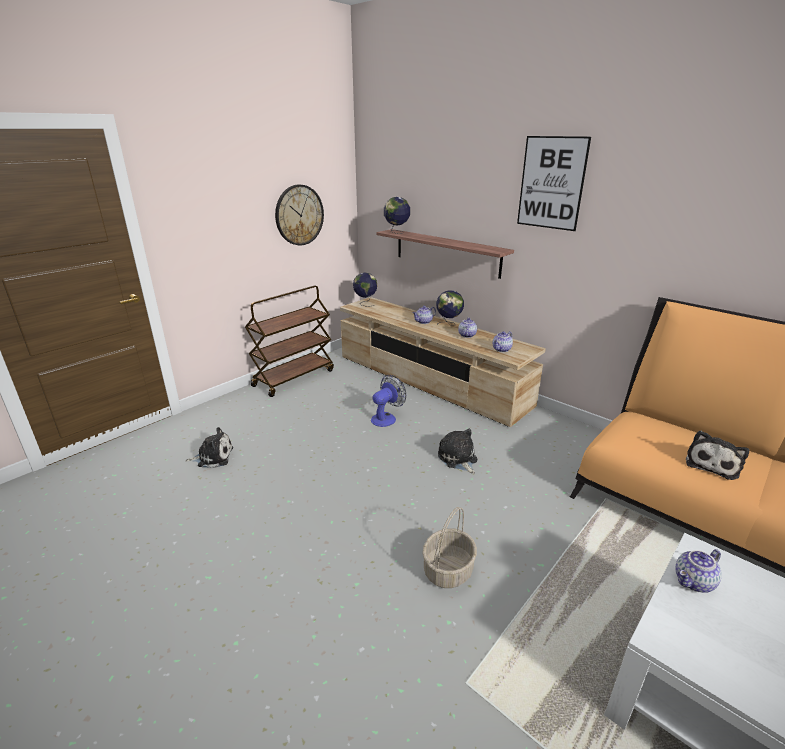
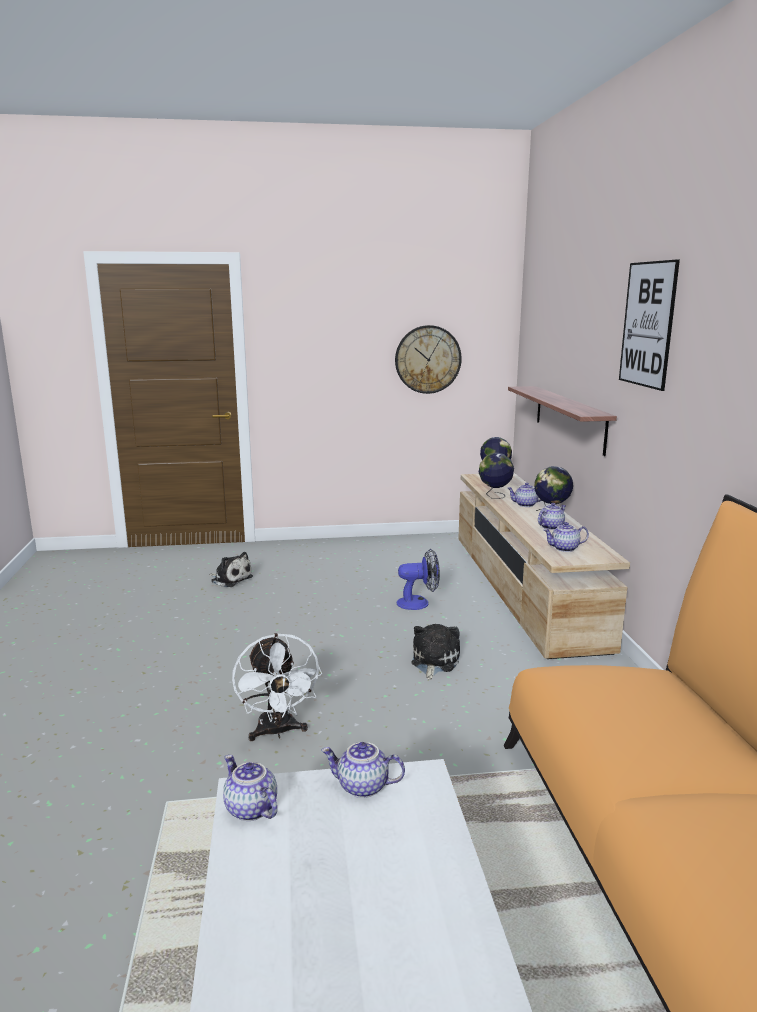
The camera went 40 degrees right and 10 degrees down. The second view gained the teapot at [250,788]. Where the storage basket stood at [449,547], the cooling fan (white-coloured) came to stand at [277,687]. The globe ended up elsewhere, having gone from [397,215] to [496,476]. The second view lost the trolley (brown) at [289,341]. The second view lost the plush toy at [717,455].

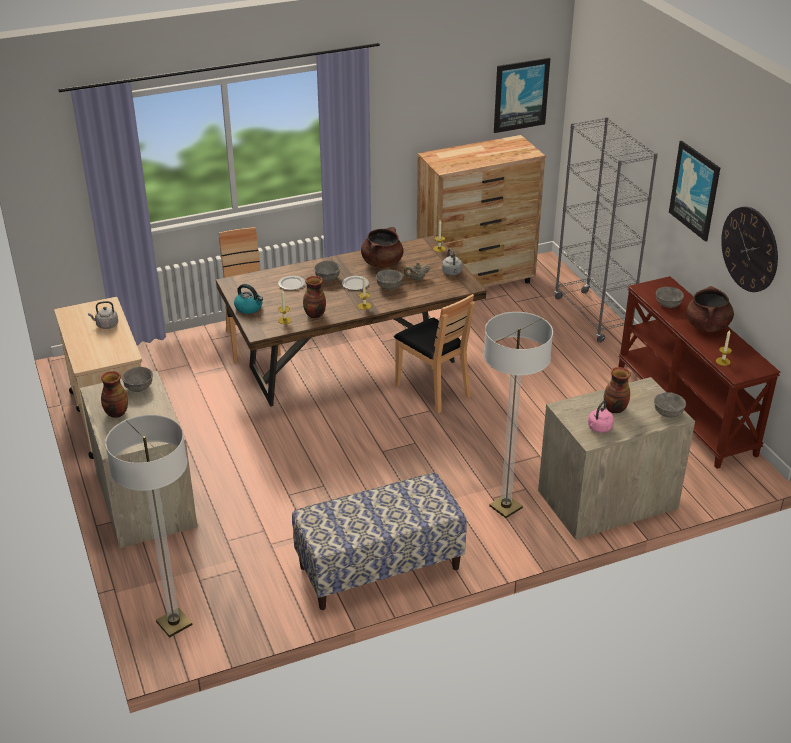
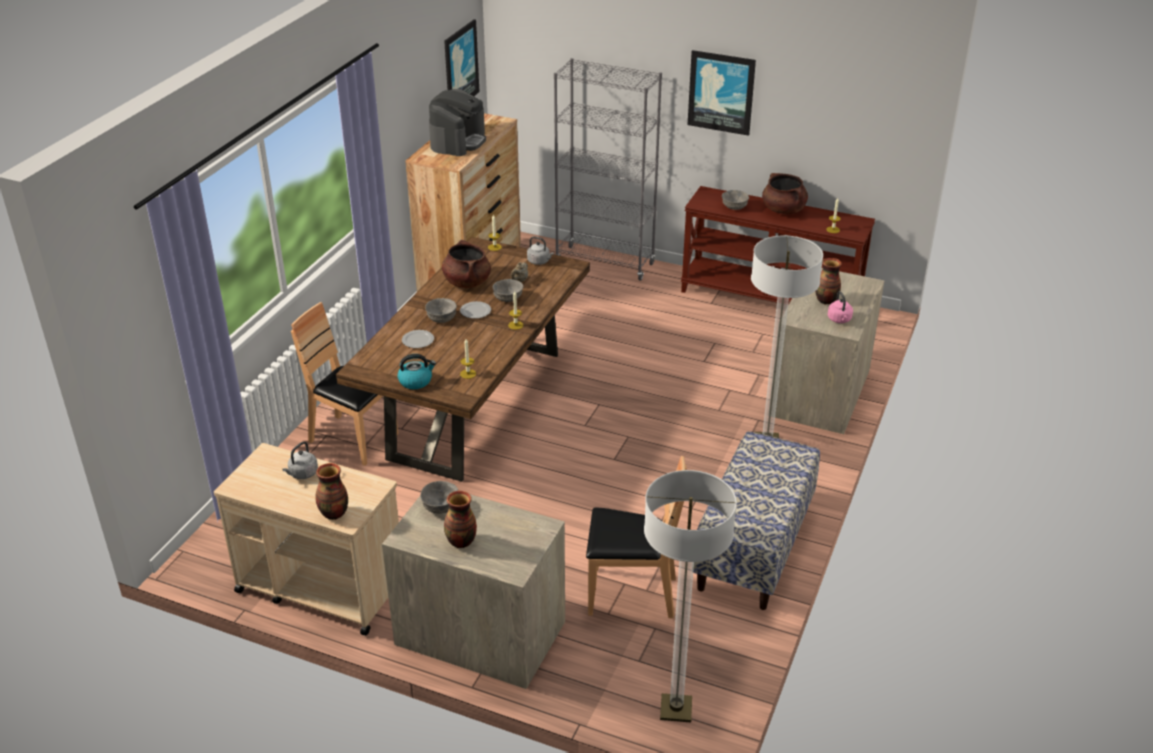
The camera went 45 degrees left and 0 degrees up. The vase ended up elsewhere, having gone from [314,297] to [331,491]. The second view gained the coffee machine at [457,122]. The plain chair (brown) ended up elsewhere, having gone from [434,353] to [636,537]. The second view lost the deep dish (gray) at [670,405]. The second view lost the hanging clock at [749,249].

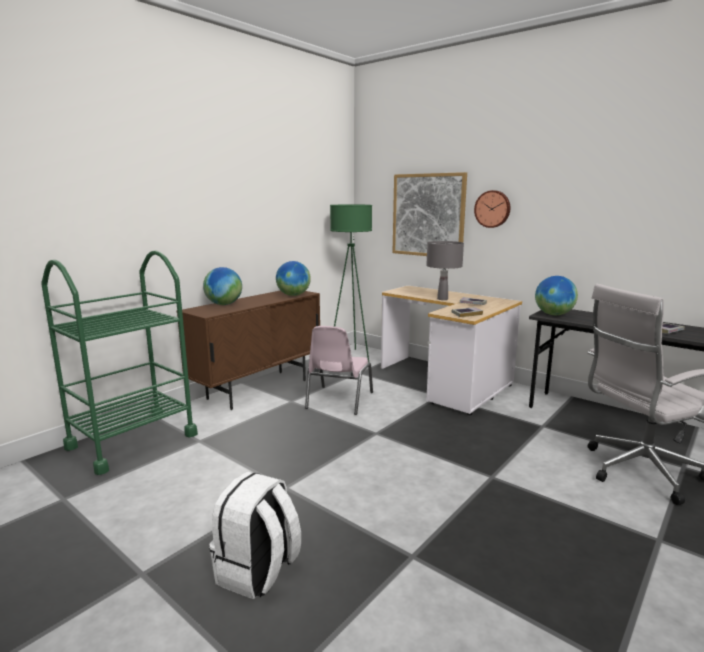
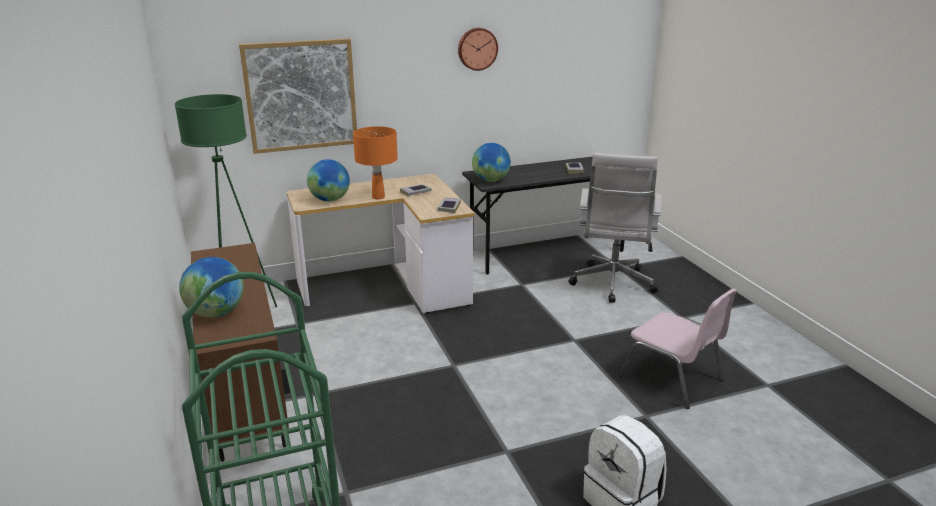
The camera went 60 degrees left and 10 degrees up. The globe ended up elsewhere, having gone from [293,278] to [328,180]. What was the lamp for a table (gray) at [445,270] turned into the lamp for a table (orangey) at [375,162]. The hanging clock ended up elsewhere, having gone from [492,209] to [478,49]. The plain chair (pink-coloured) ended up elsewhere, having gone from [339,370] to [678,348].

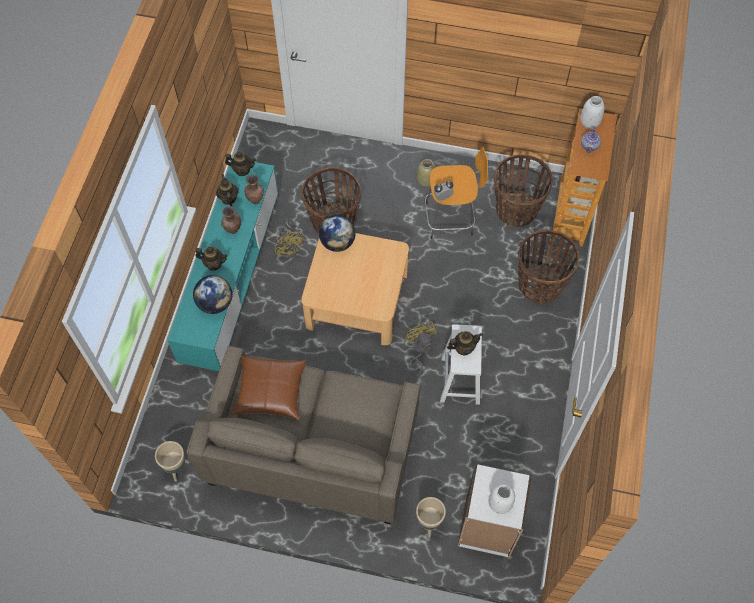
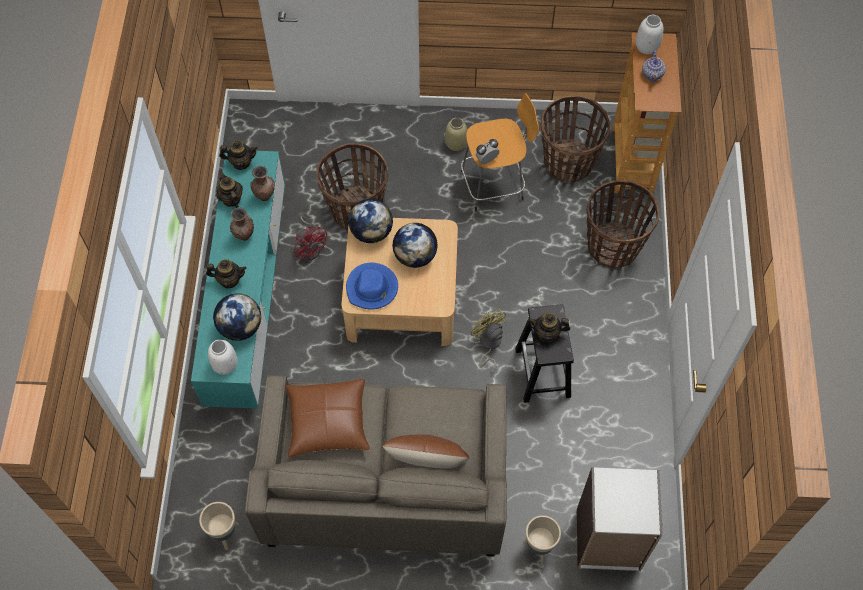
The camera went 10 degrees left and 0 degrees up. The vase (white-coloured) ended up elsewhere, having gone from [502,499] to [223,357]. What was the cooling fan (yellow) at [289,239] turned into the cooling fan (red) at [310,237]. The second view gained the clothing hat (bluish) at [372,286]. The second view gained the throw pillow (brown) at [425,451]. The second view gained the globe at [415,245]. What was the sitting stool (white-coloured) at [461,364] turned into the sitting stool (black-coloured) at [544,353]. The teapot at [465,343] ended up facing another way, 150 degrees counterclockwise from before.

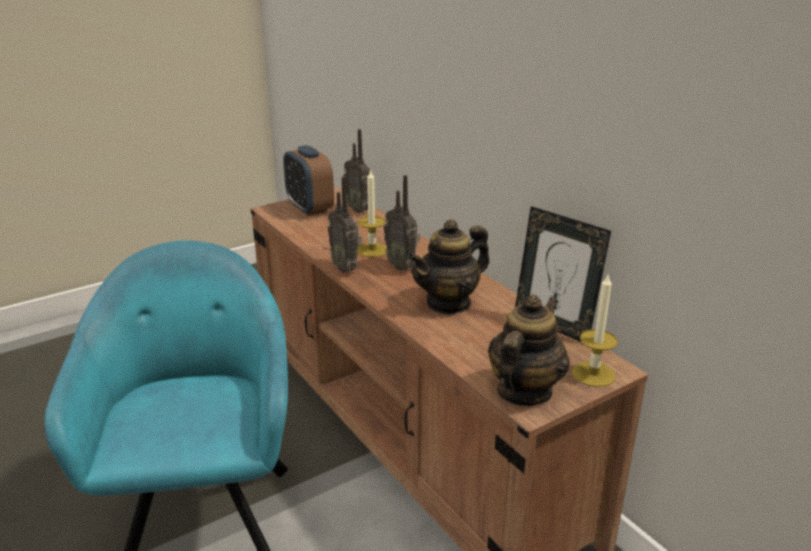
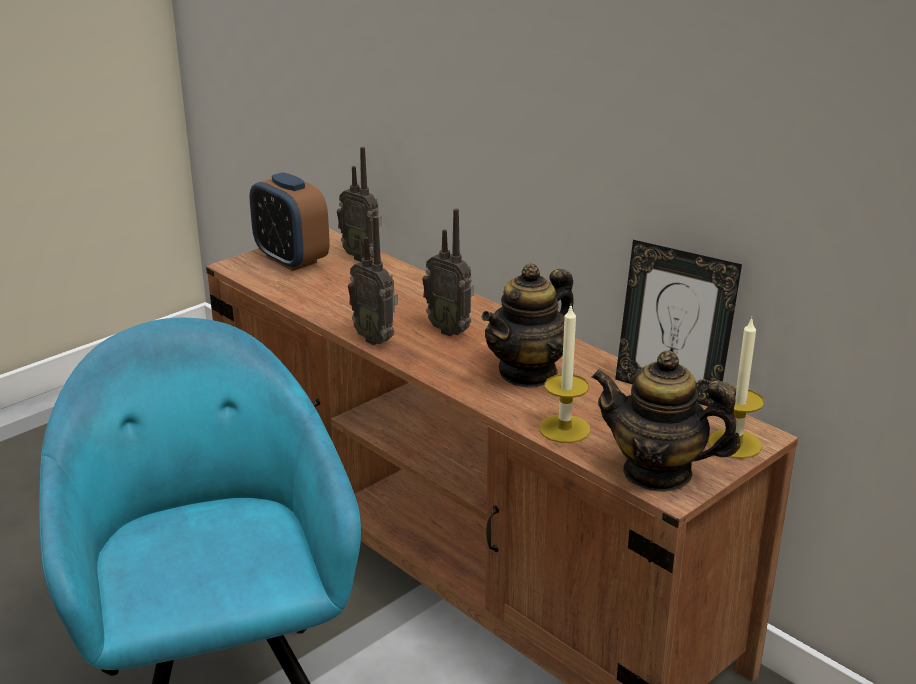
The camera went 10 degrees left and 0 degrees up. The candle ended up elsewhere, having gone from [372,213] to [564,374]. The teapot at [529,350] ended up facing another way, 90 degrees counterclockwise from before.

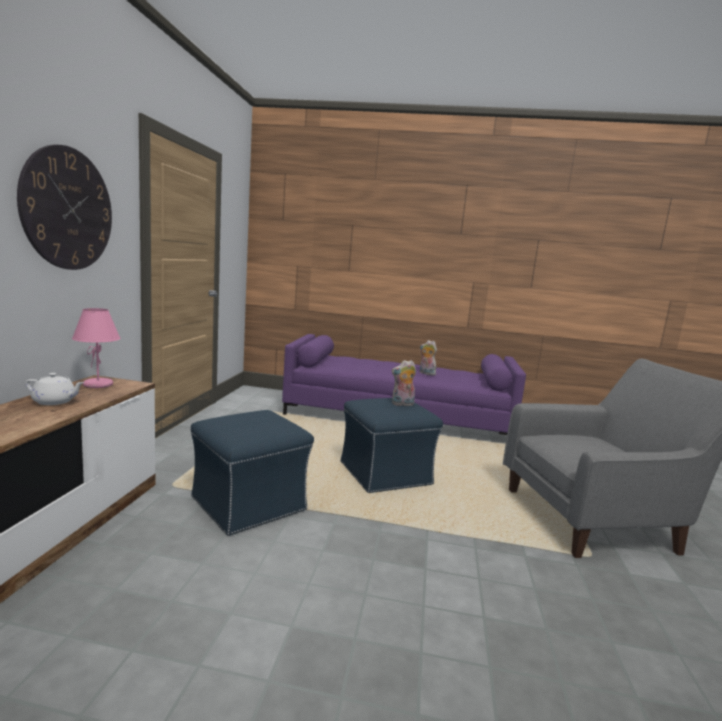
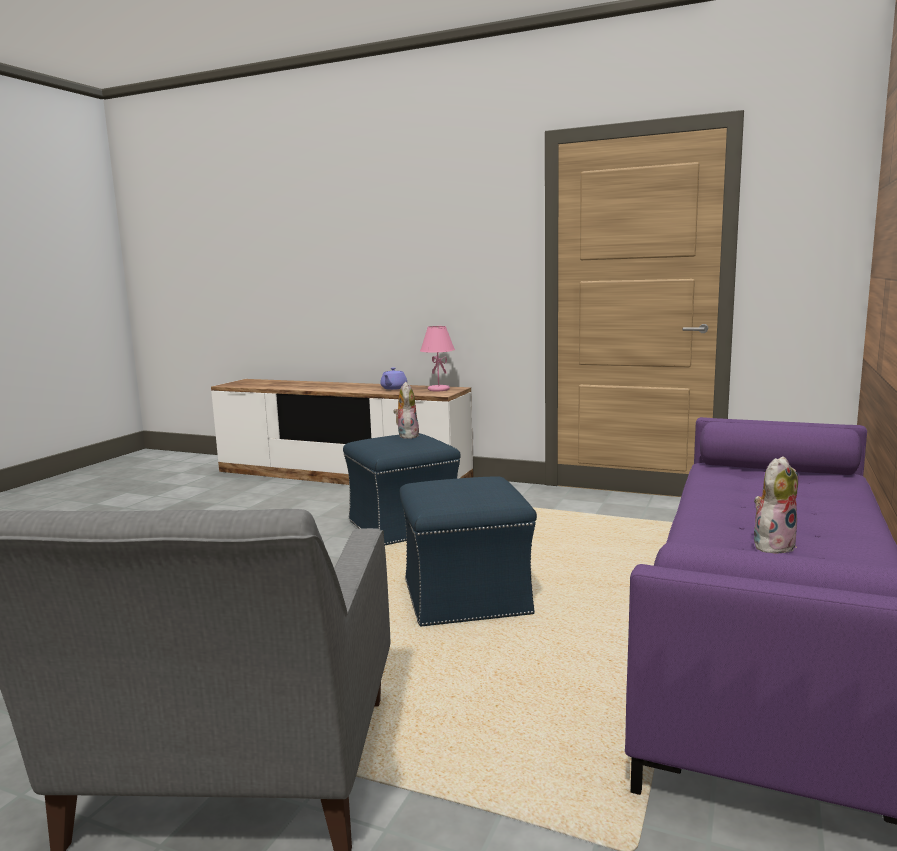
The camera went 105 degrees right and 0 degrees up. What was the teapot (white-coloured) at [55,389] turned into the teapot (purplish) at [393,378]. The plush toy ended up elsewhere, having gone from [404,383] to [406,410]. The second view lost the hanging clock at [64,207].

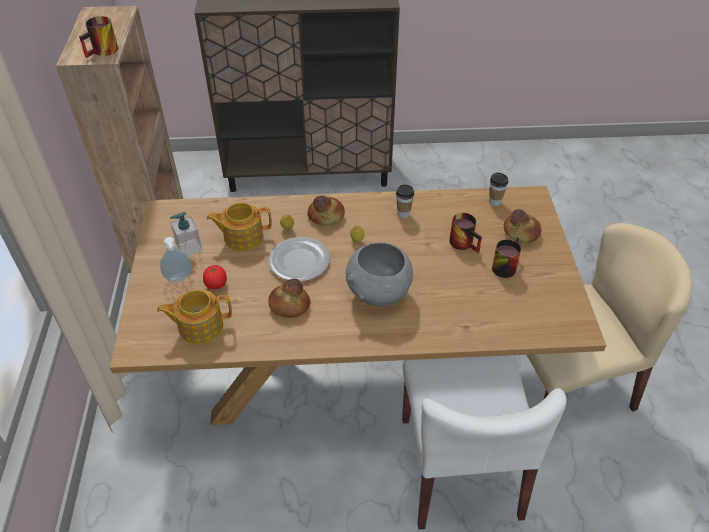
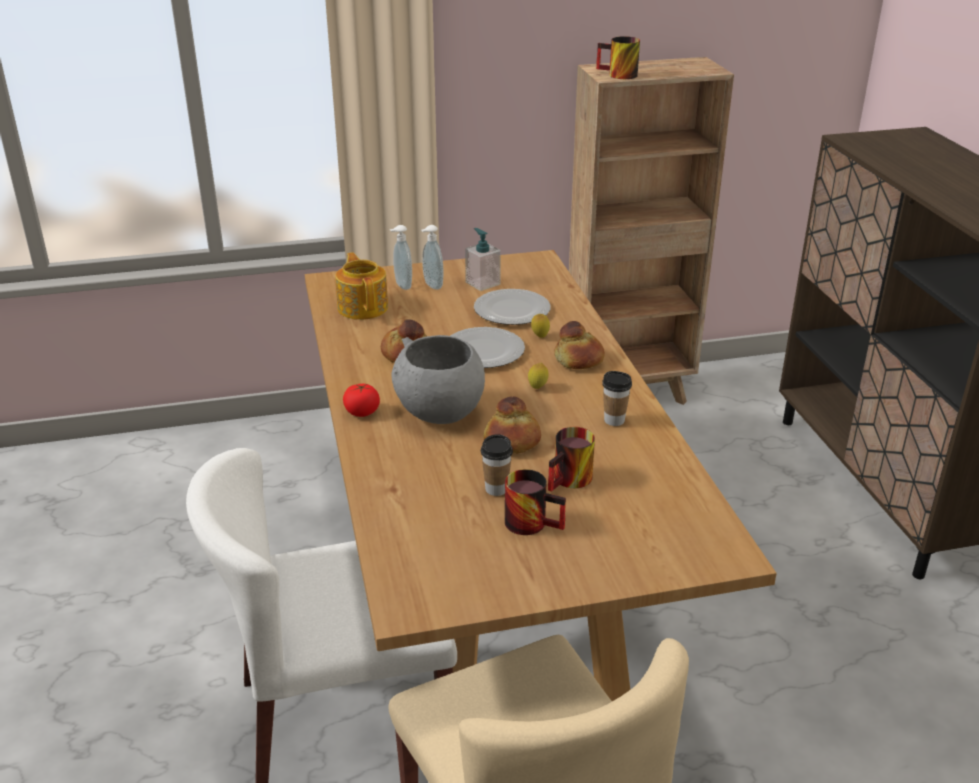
The camera went 80 degrees right and 15 degrees down. The tomato ended up elsewhere, having gone from [215,277] to [361,400]. The second view gained the liquid soap bottle at [401,257]. Where the teapot stood at [239,226], the plate came to stand at [512,307]. The cup ended up elsewhere, having gone from [498,189] to [497,465]. The bakery bread ended up elsewhere, having gone from [523,226] to [512,425].

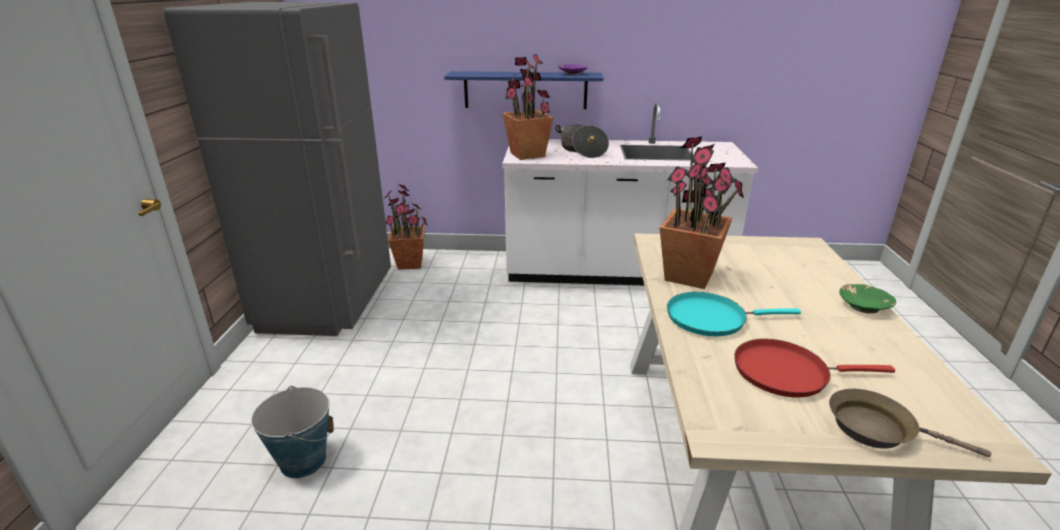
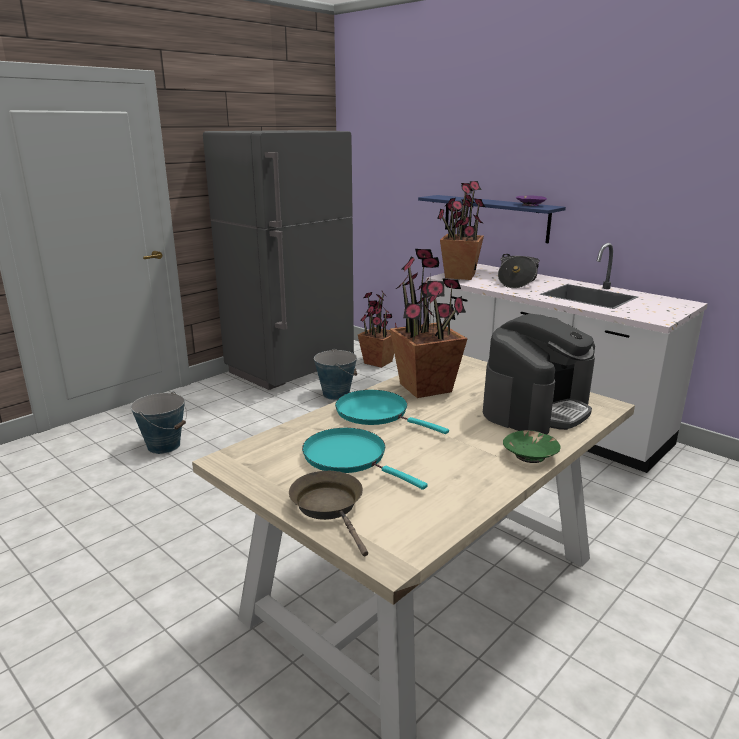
The camera went 40 degrees right and 5 degrees down. What was the pan (red) at [814,368] turned into the pan (turquoise-coloured) at [365,459]. The second view gained the water bucket at [335,374]. The second view gained the coffee machine at [539,374].

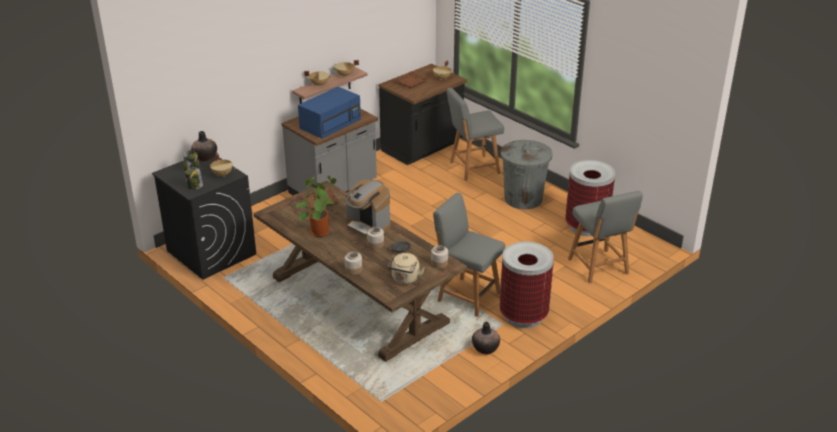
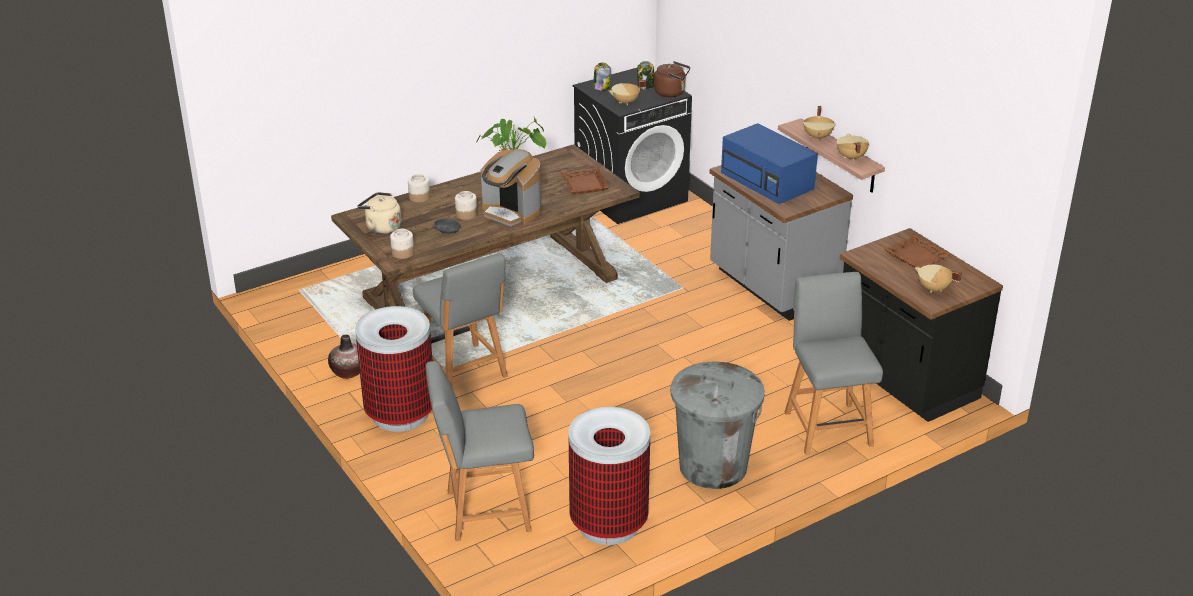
The camera went 100 degrees right and 0 degrees up. The plain chair (gray) at [469,255] ended up facing another way, 105 degrees clockwise from before. The coffee machine at [368,209] ended up facing another way, 105 degrees counterclockwise from before. Where the vase stood at [204,146], the kettle (brown) came to stand at [672,79].

